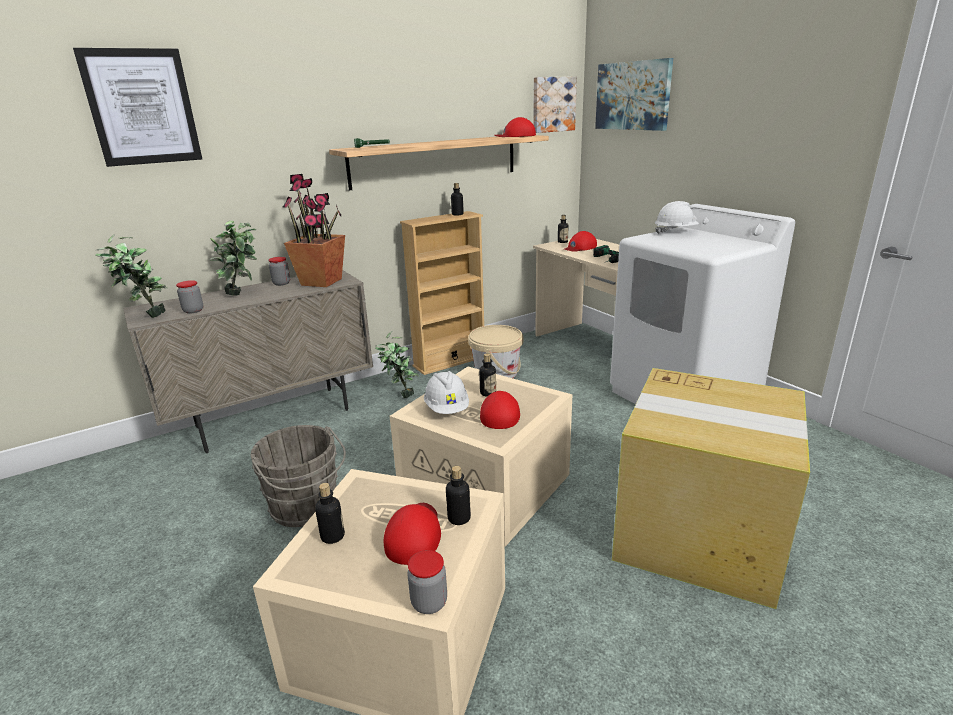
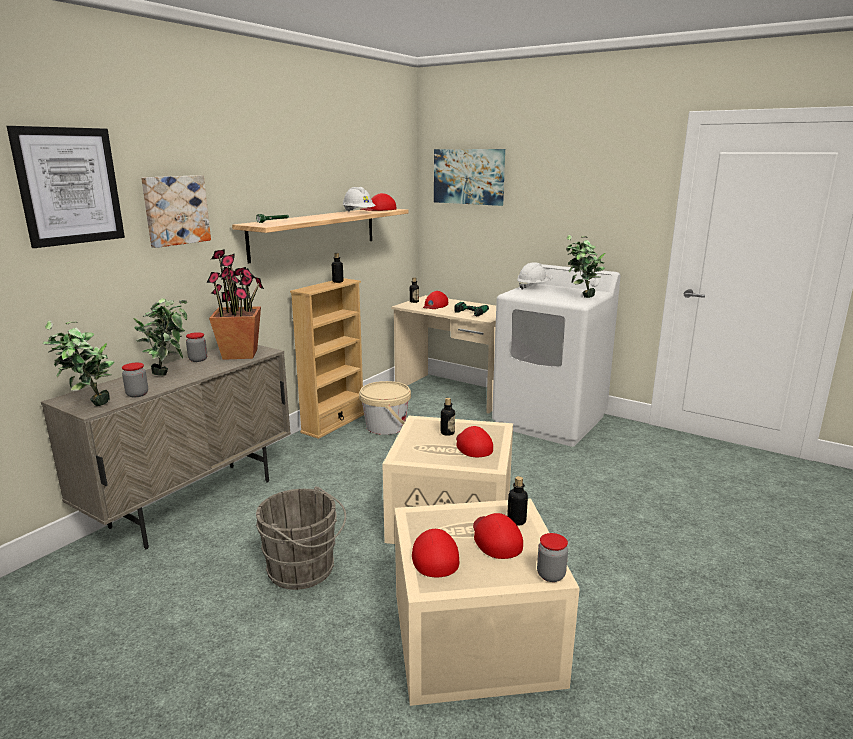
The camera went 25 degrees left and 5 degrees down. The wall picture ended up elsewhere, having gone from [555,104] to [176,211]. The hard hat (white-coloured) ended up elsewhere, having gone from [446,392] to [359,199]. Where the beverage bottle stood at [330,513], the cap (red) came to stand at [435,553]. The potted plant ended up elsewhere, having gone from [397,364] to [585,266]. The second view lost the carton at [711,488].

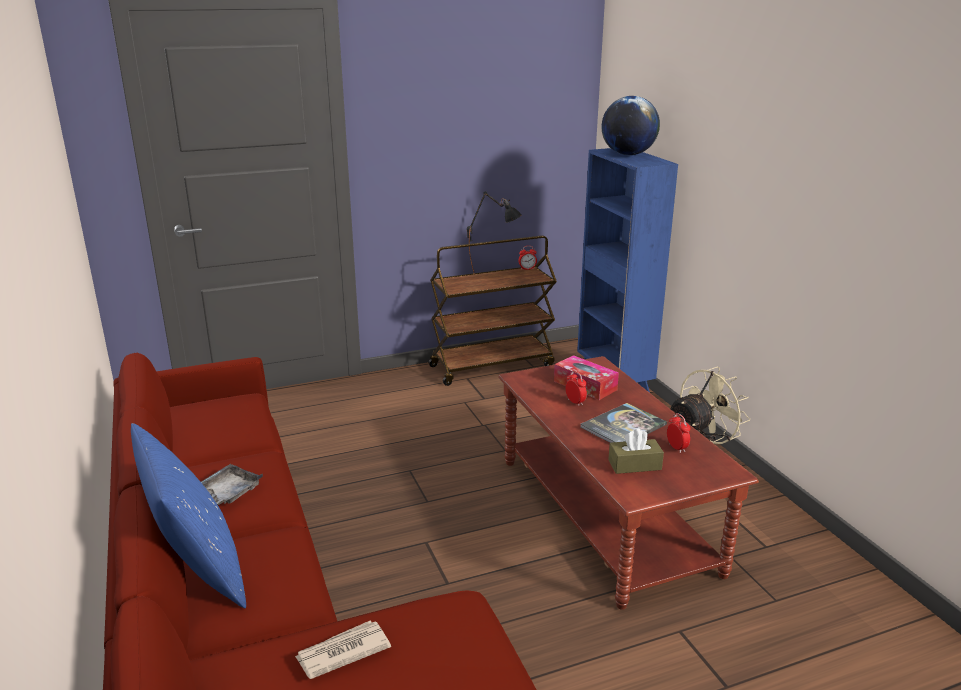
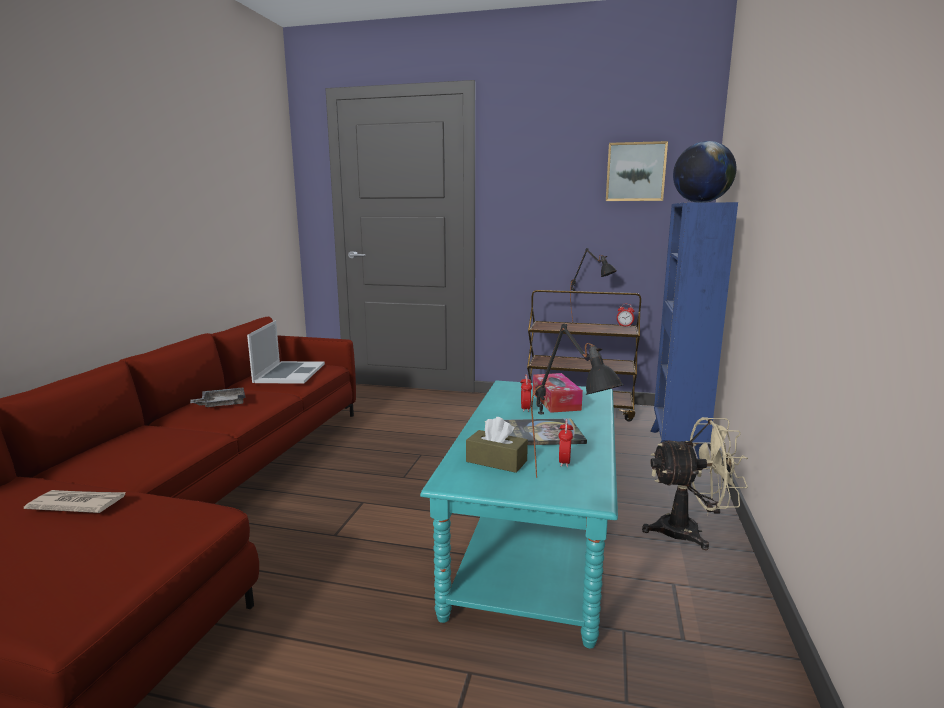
The camera went 35 degrees right and 10 degrees down. The second view gained the portable computer at [286,352]. What was the low table (brown) at [628,483] turned into the low table (turquoise-coloured) at [519,514]. The second view gained the lamp for a table (black-coloured) at [577,400]. The second view gained the wall picture at [637,171]. The second view lost the throw pillow (bluish) at [188,515].

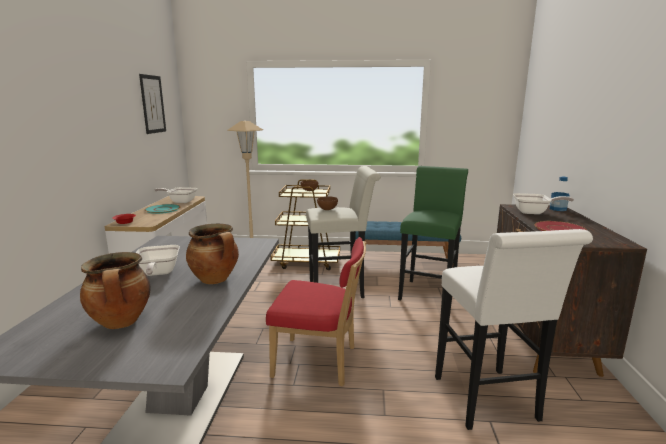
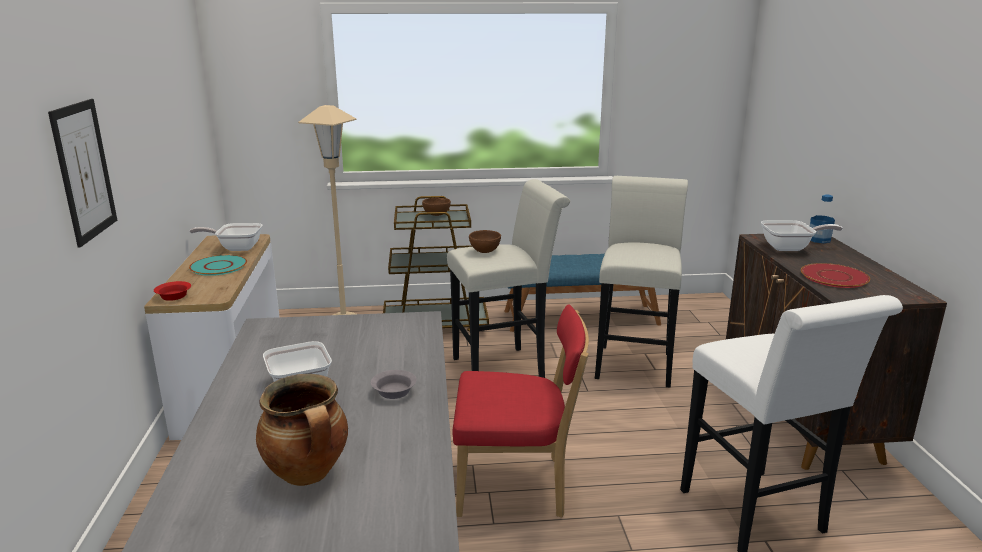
The camera went 10 degrees left and 5 degrees up. The wall picture ended up elsewhere, having gone from [152,104] to [82,173]. Where the cooking pot stood at [212,254], the deep dish (gray) came to stand at [394,384]. What was the sitting stool (greenish) at [433,233] turned into the sitting stool (white-coloured) at [641,282].

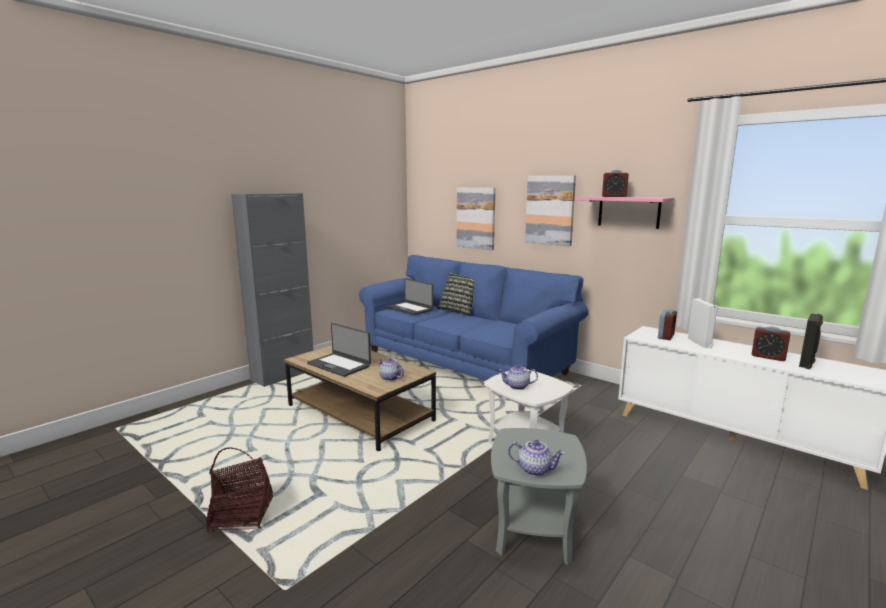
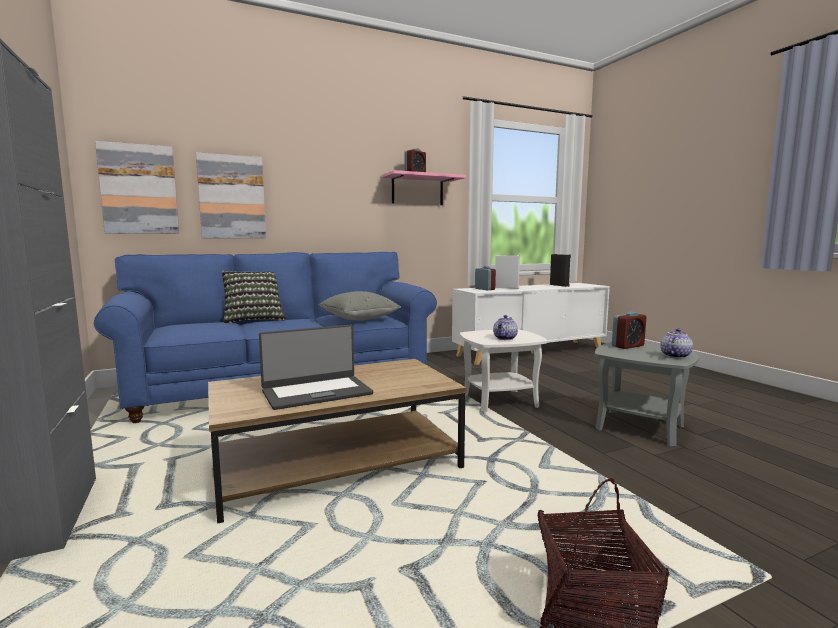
The camera went 65 degrees left and 5 degrees down. The wall picture ended up elsewhere, having gone from [550,210] to [137,187]. The second view gained the throw pillow (gray) at [359,305]. The bedside clock ended up elsewhere, having gone from [771,344] to [629,330]. The second view lost the teapot at [390,369]. The second view lost the portable computer at [409,297].

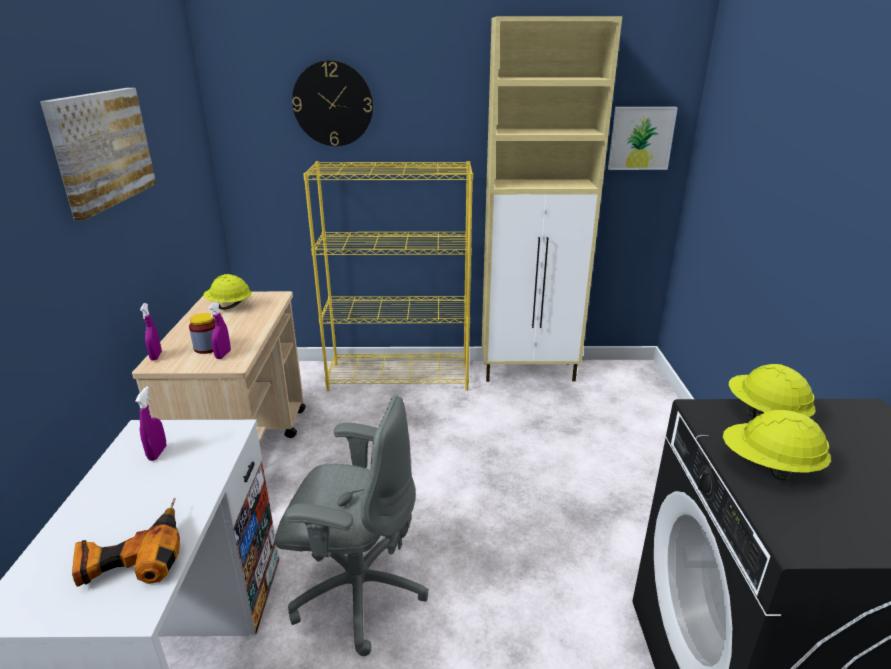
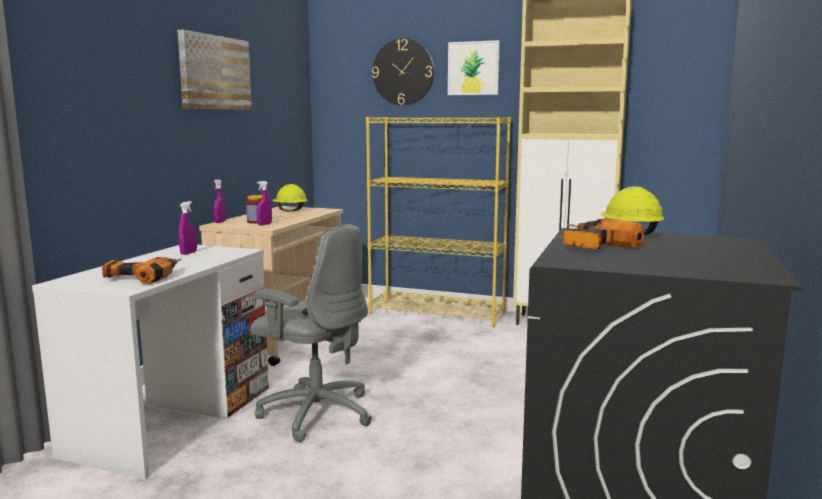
The camera went 20 degrees right and 15 degrees down. The wall picture ended up elsewhere, having gone from [643,138] to [474,67]. Where the hard hat (yellow) stood at [777,445], the power drill came to stand at [604,233].

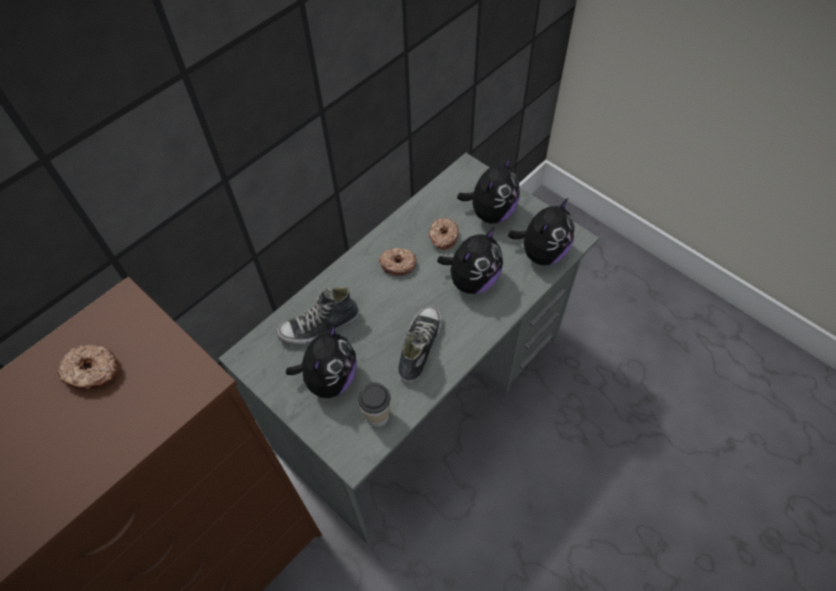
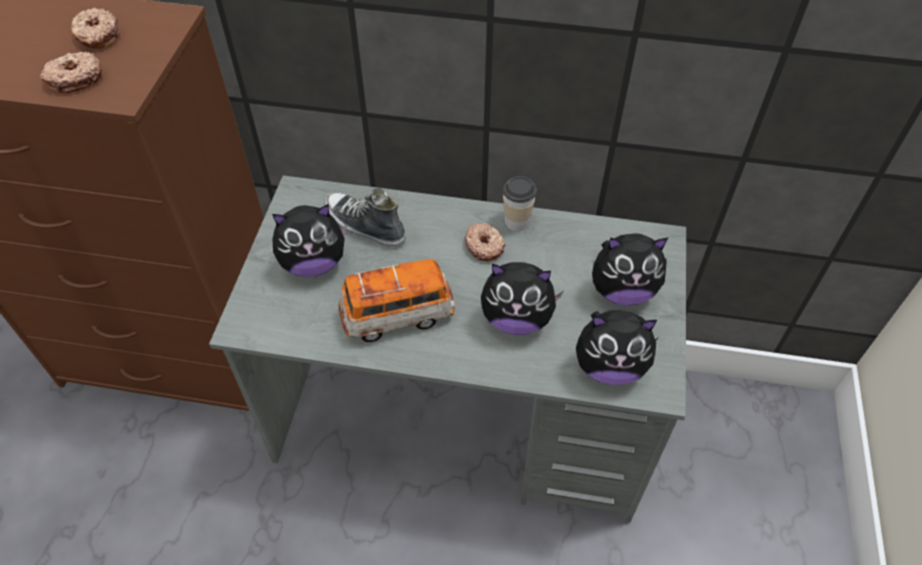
The camera went 55 degrees right and 5 degrees down. The doughnut ended up elsewhere, having gone from [444,234] to [71,72]. Where the shoe stood at [419,345], the miniature car came to stand at [397,300]. The cup ended up elsewhere, having gone from [374,405] to [520,203].

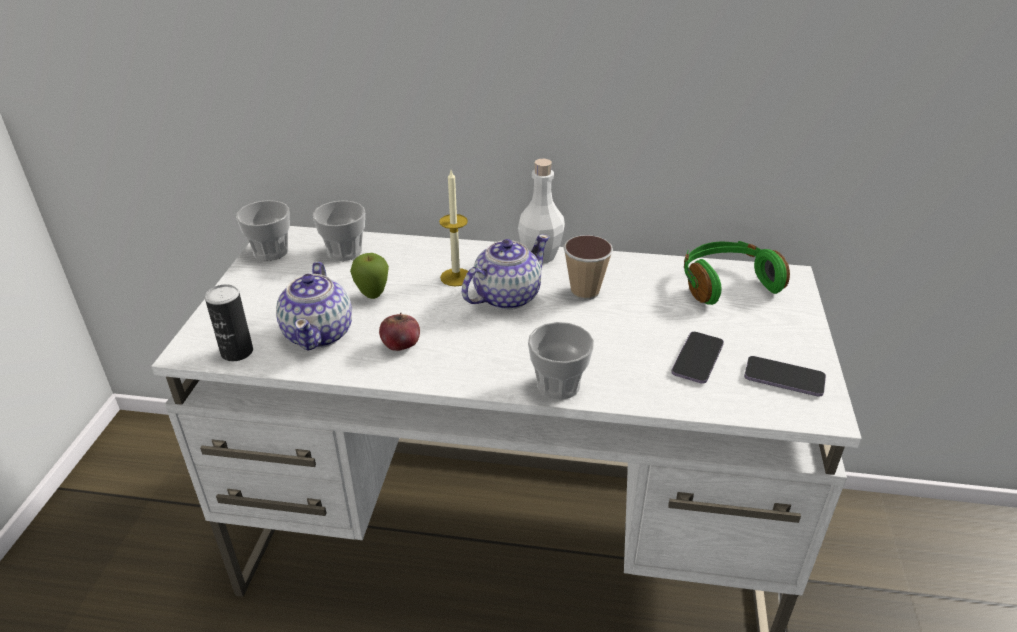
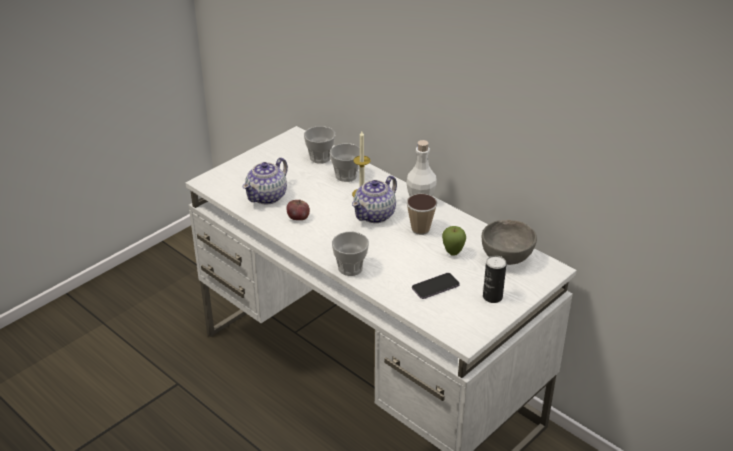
The camera went 35 degrees right and 0 degrees up. The cup ended up elsewhere, having gone from [263,230] to [345,162]. The teapot at [506,272] ended up facing another way, 135 degrees clockwise from before. The apple fruit ended up elsewhere, having gone from [369,276] to [454,241]. Where the headphones (greenish) stood at [737,273], the deep dish (gray) came to stand at [509,242]. The metal can ended up elsewhere, having gone from [229,322] to [495,279]. The second view lost the handset at [785,376].

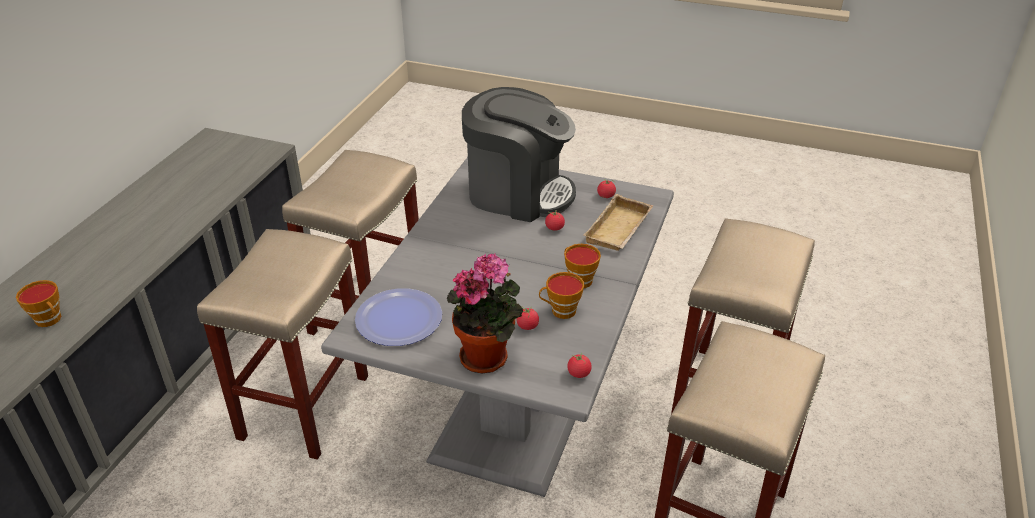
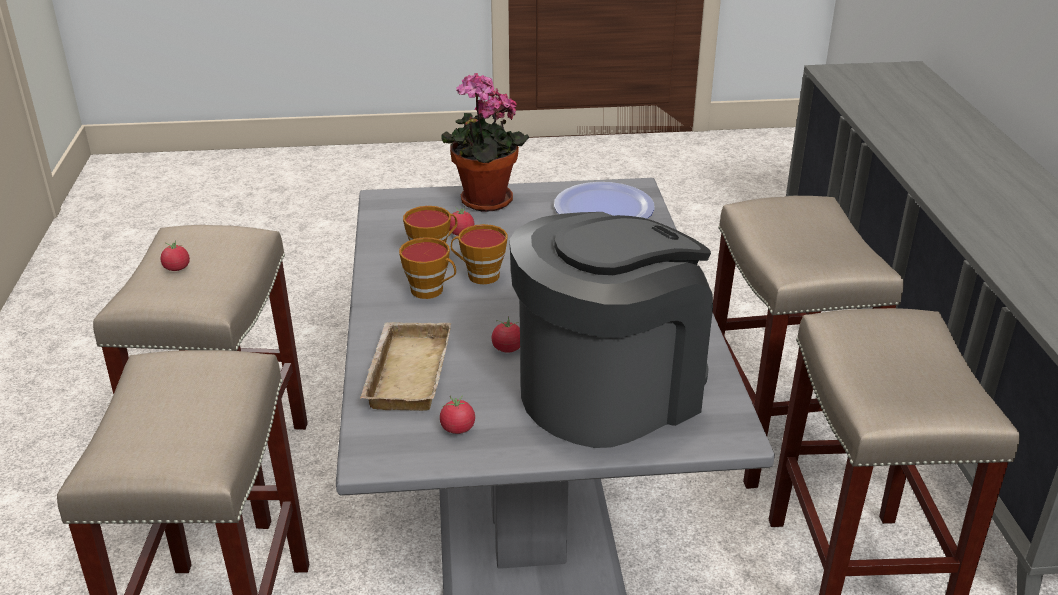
The camera went 155 degrees right and 5 degrees down. The tomato ended up elsewhere, having gone from [579,365] to [175,255]. The cup ended up elsewhere, having gone from [38,303] to [479,254]. The coffee machine at [519,154] ended up facing another way, 150 degrees clockwise from before.

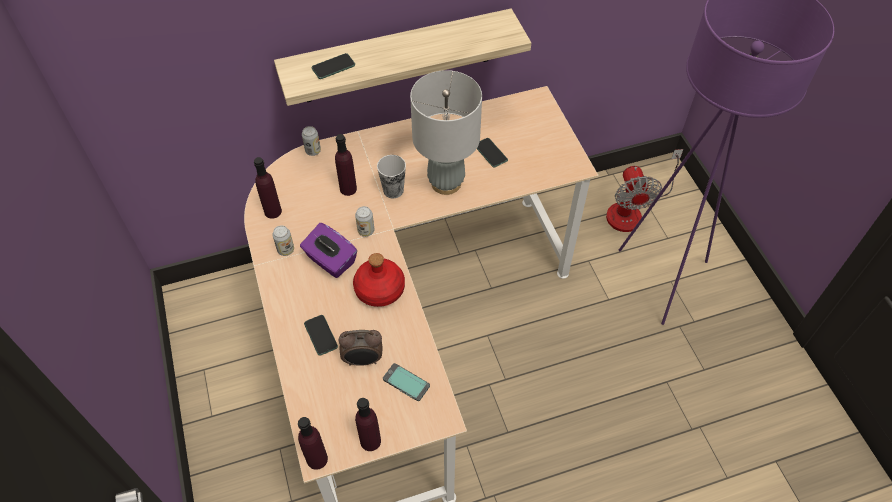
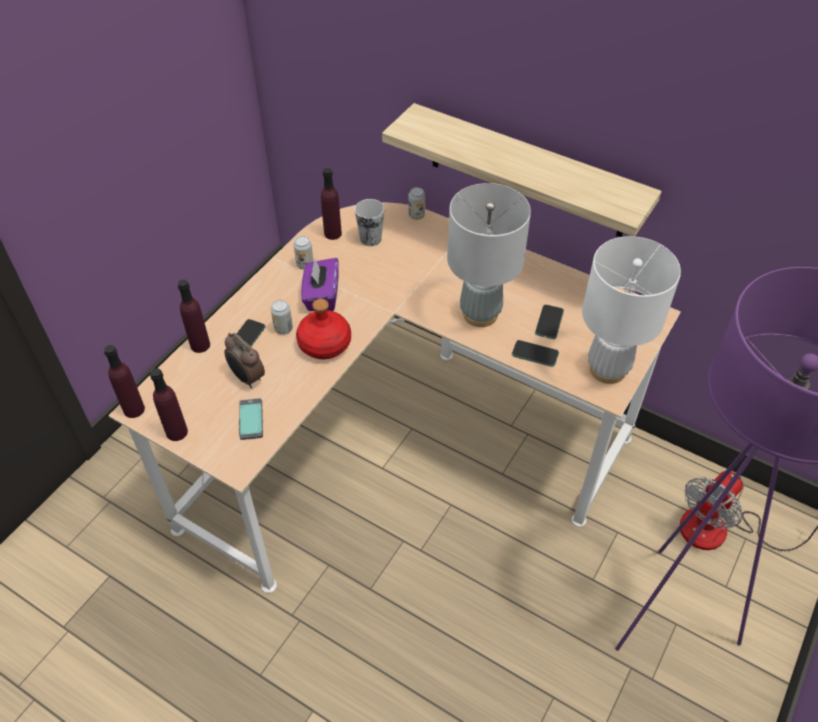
The camera went 50 degrees right and 5 degrees down. The beverage bottle (purplish) ended up elsewhere, having gone from [346,165] to [194,316]. The metal can ended up elsewhere, having gone from [364,221] to [282,317]. The cup ended up elsewhere, having gone from [391,176] to [369,222]. The handset ended up elsewhere, having gone from [333,66] to [535,353]. The second view gained the lamp for a table (white-coloured) at [631,310].

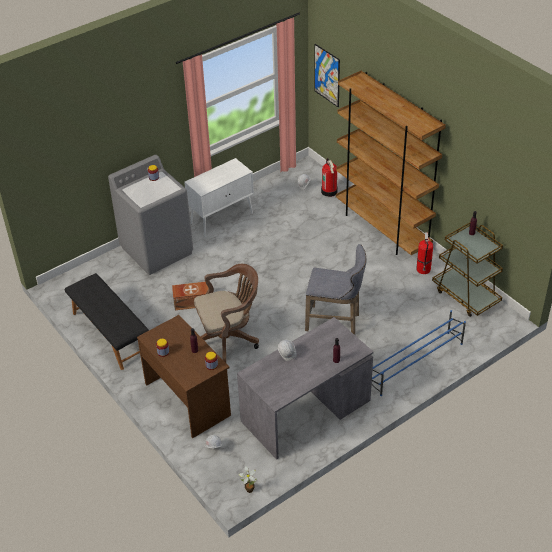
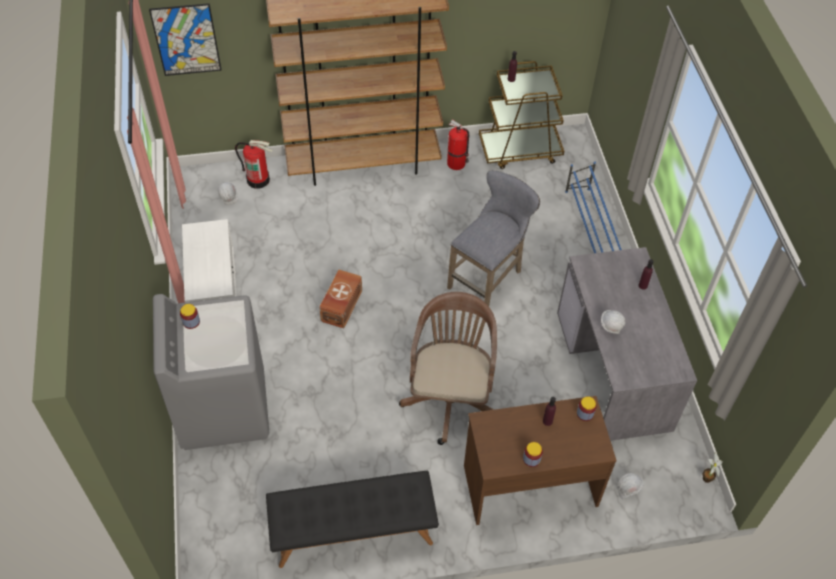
The camera went 65 degrees left and 10 degrees up. The storage bin (brown) ended up elsewhere, having gone from [190,296] to [340,299].

